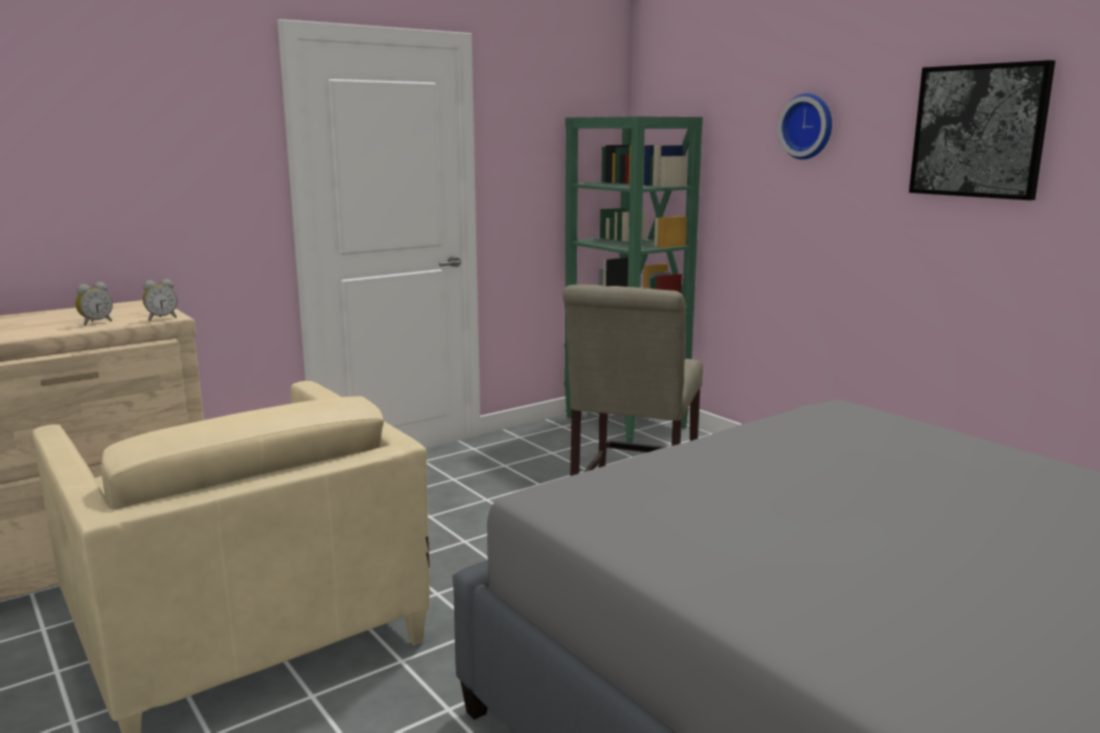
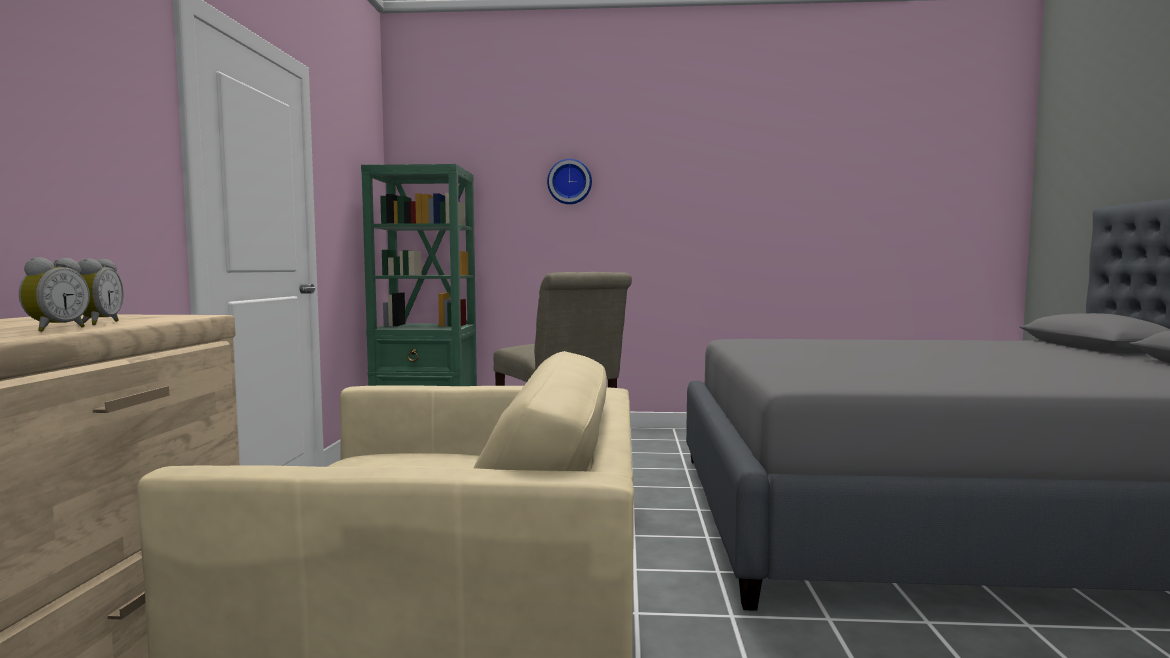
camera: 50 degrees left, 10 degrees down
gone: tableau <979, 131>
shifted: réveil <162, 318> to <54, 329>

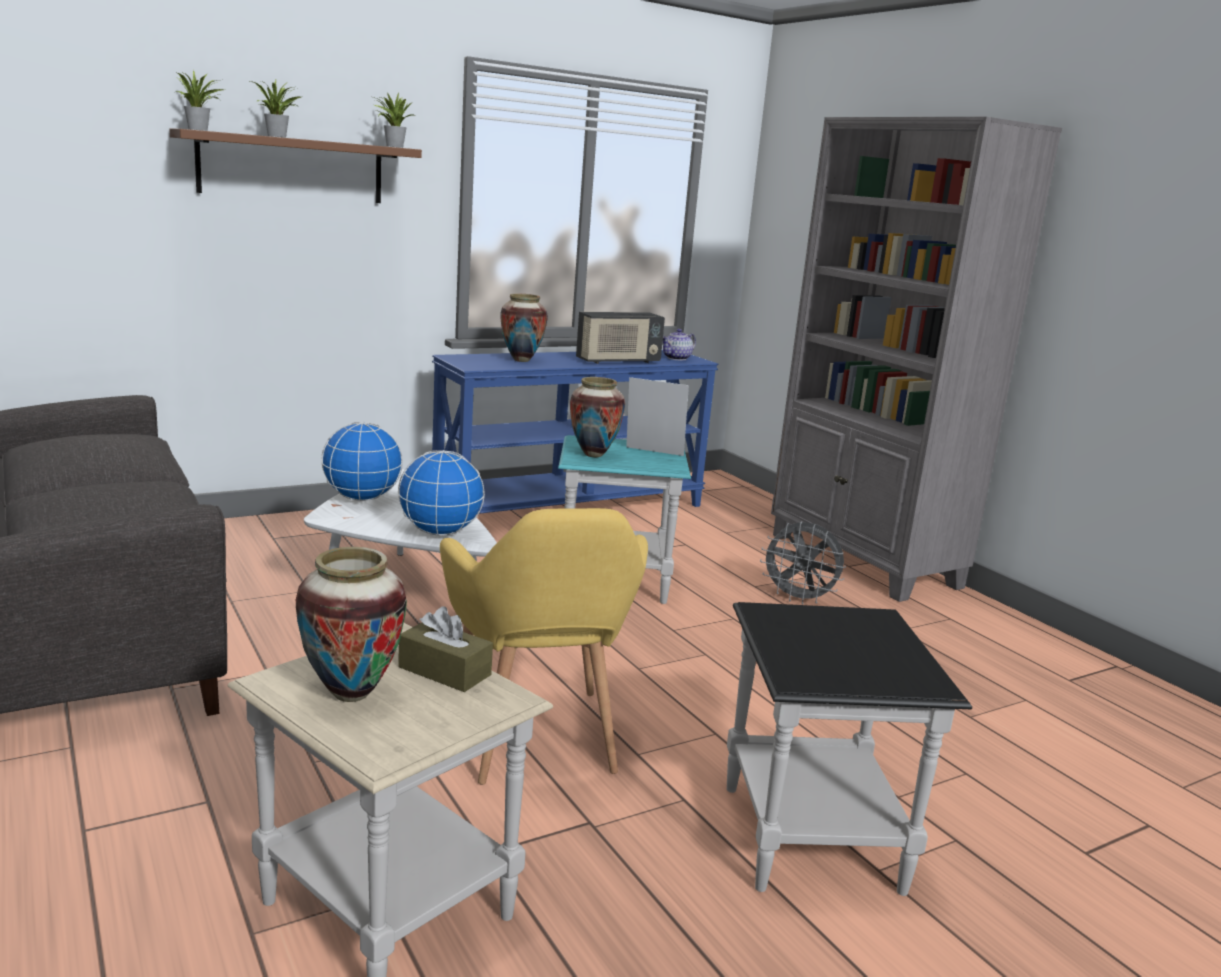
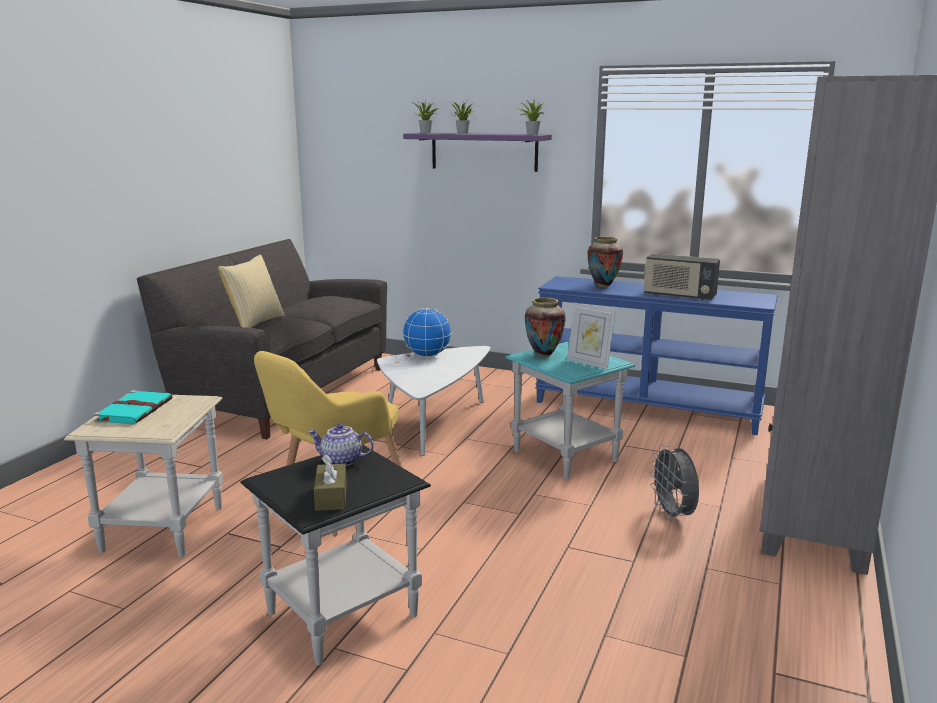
camera: 55 degrees right, 0 degrees up
gone: globe <440, 532>
new: coussin <254, 323>
shifted: boîte à mouchoirs (marron) <444, 671> to <331, 497>; théière <677, 358> to <341, 461>
swapped: vase <350, 693> to livre (turquoise) <135, 410>
repainted: étagère (marron) <291, 168> to étagère (violet) <484, 151>
rotated: cadre photo <653, 452> = <589, 363> 150 degrees clockwise

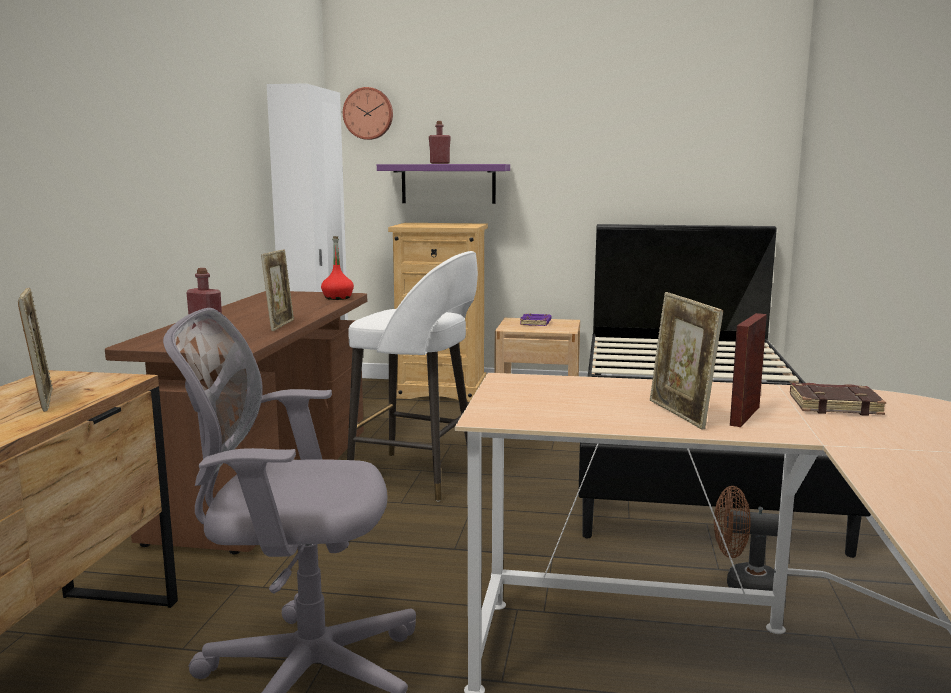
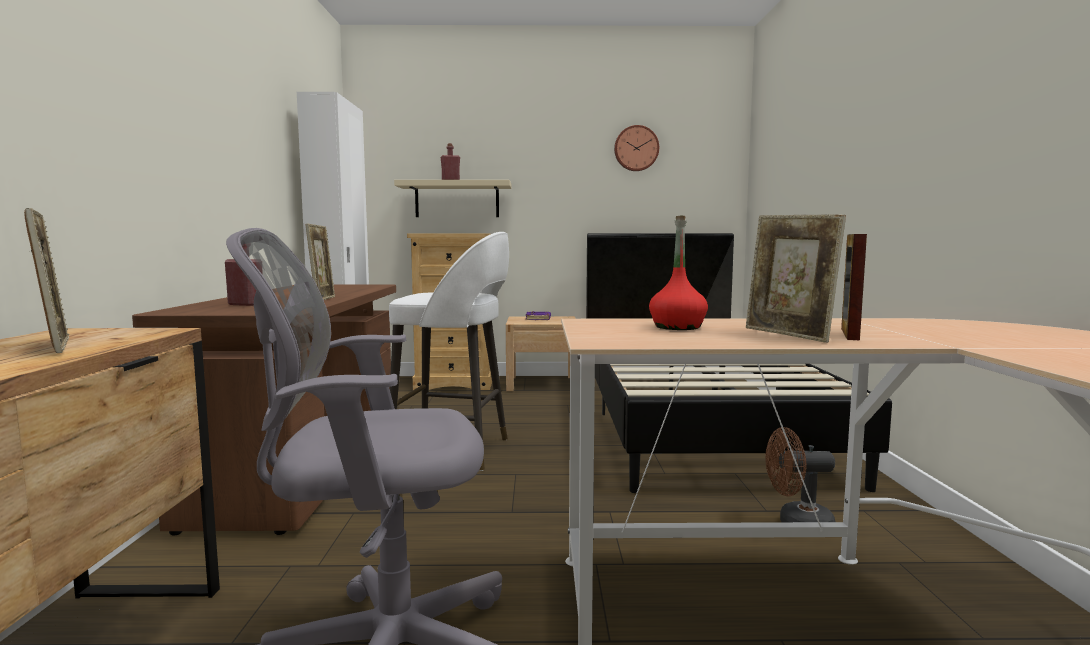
camera: 10 degrees left, 5 degrees down
gone: livre (marron) <835, 405>
shifted: bouteille (rouge) <337, 298> to <677, 327>; horloge murale <368, 113> to <636, 148>
repainted: étagère (violet) <448, 183> to étagère (beige) <457, 200>

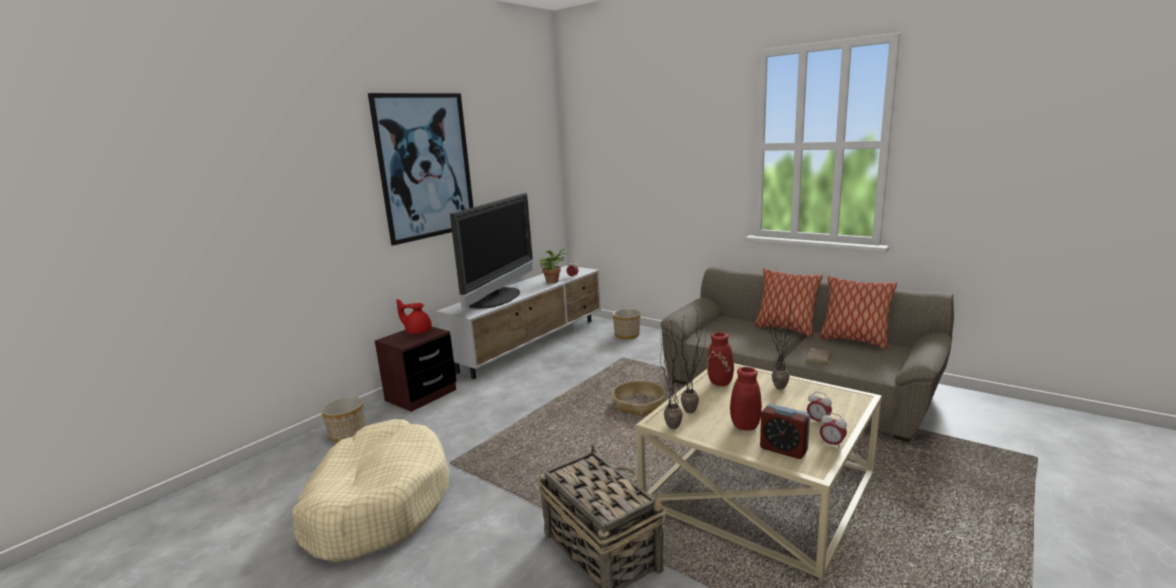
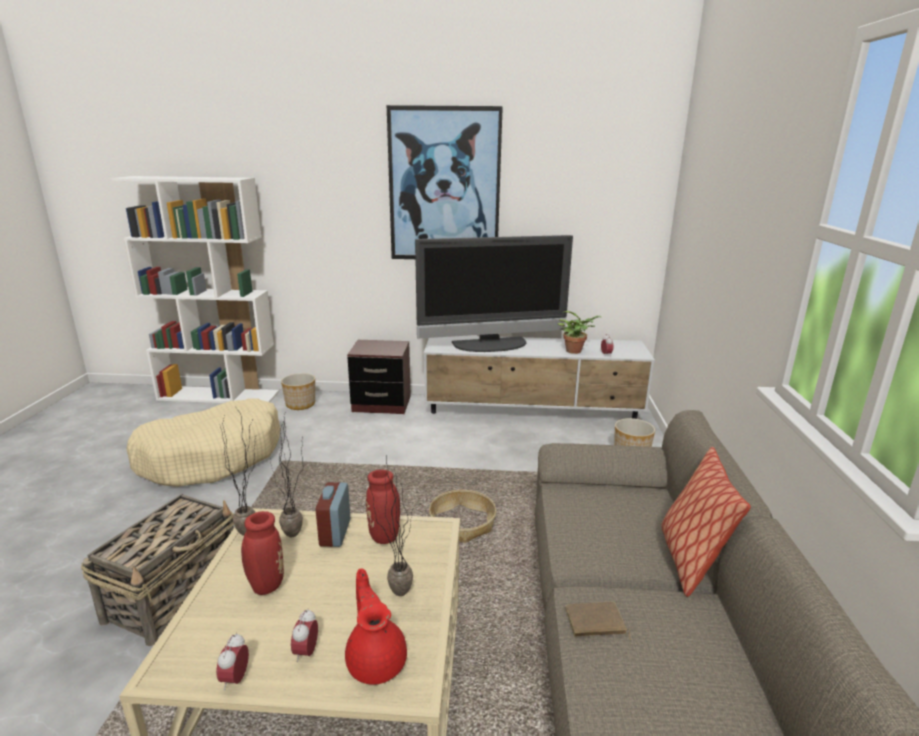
camera: 55 degrees right, 5 degrees up
gone: coussin <853, 340>
new: bibliothèque (blanc) <219, 395>
shifted: théière (rouge) <417, 331> to <376, 660>; réveil <783, 449> to <335, 533>

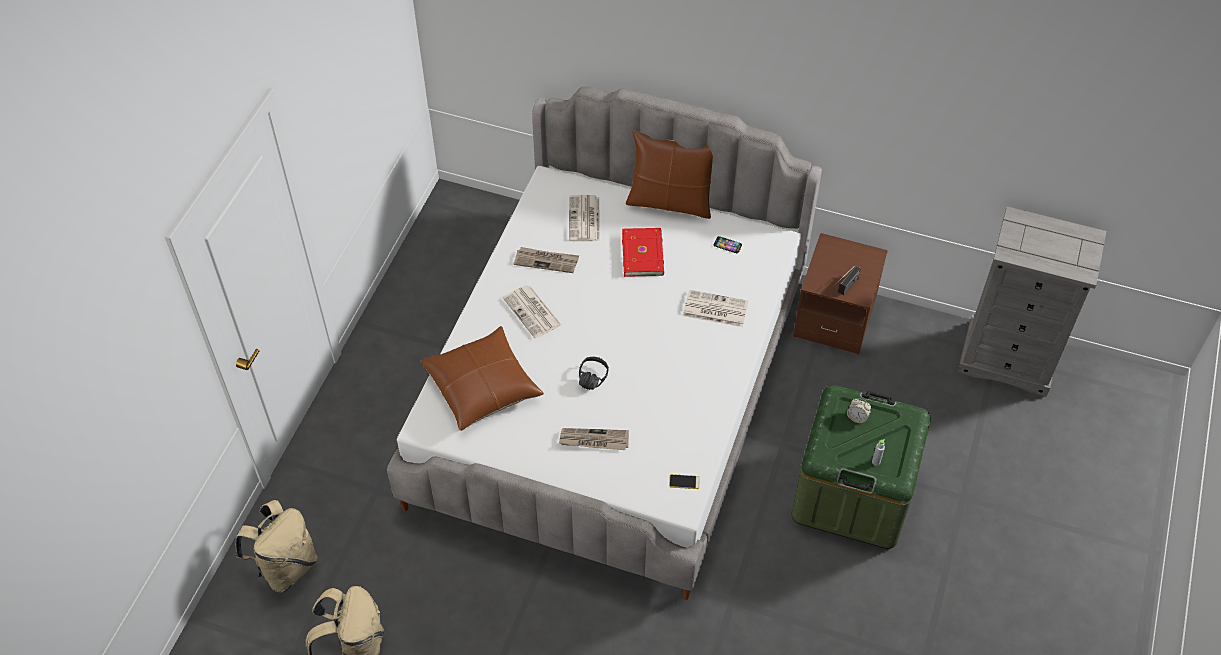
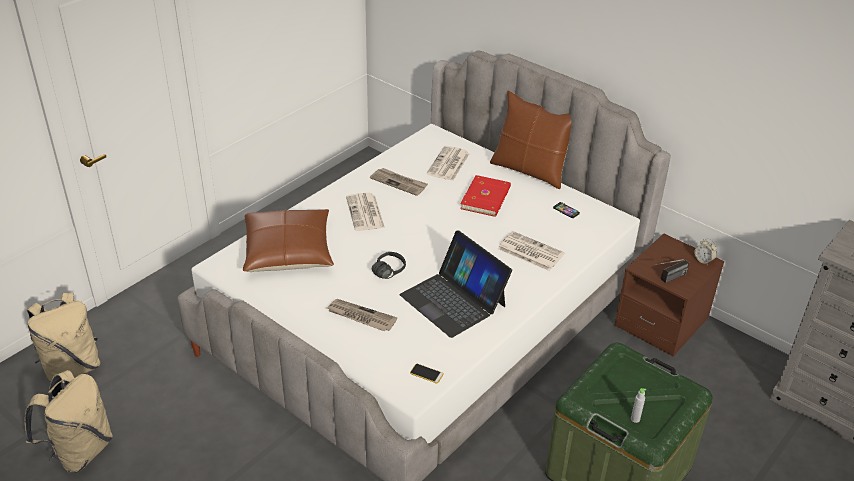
camera: 20 degrees right, 15 degrees down
new: ordinateur portable <453, 300>
shifted: réveil <857, 417> to <703, 260>

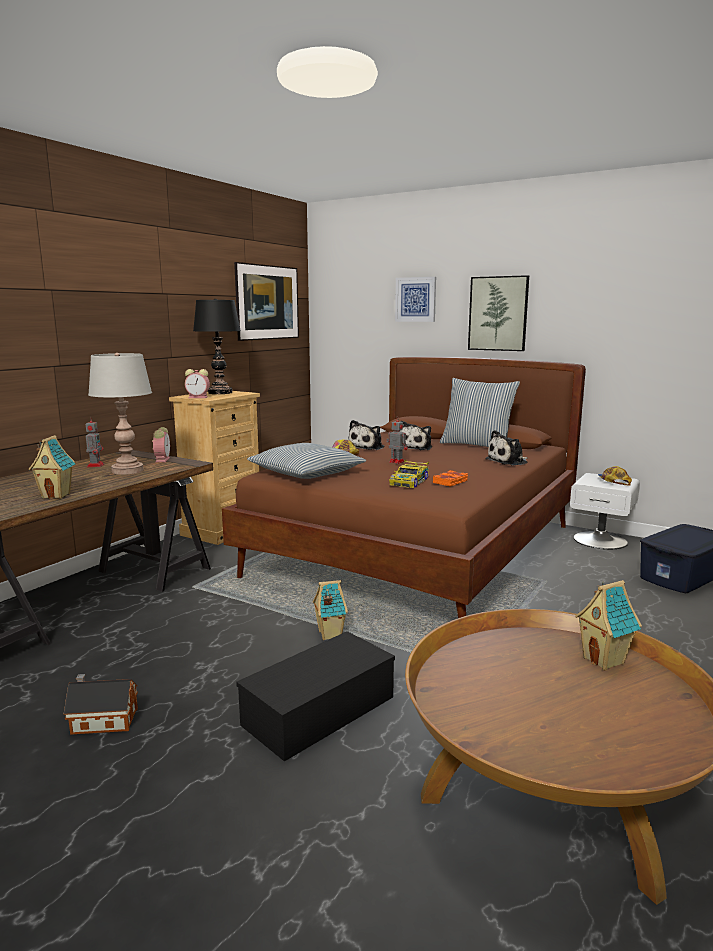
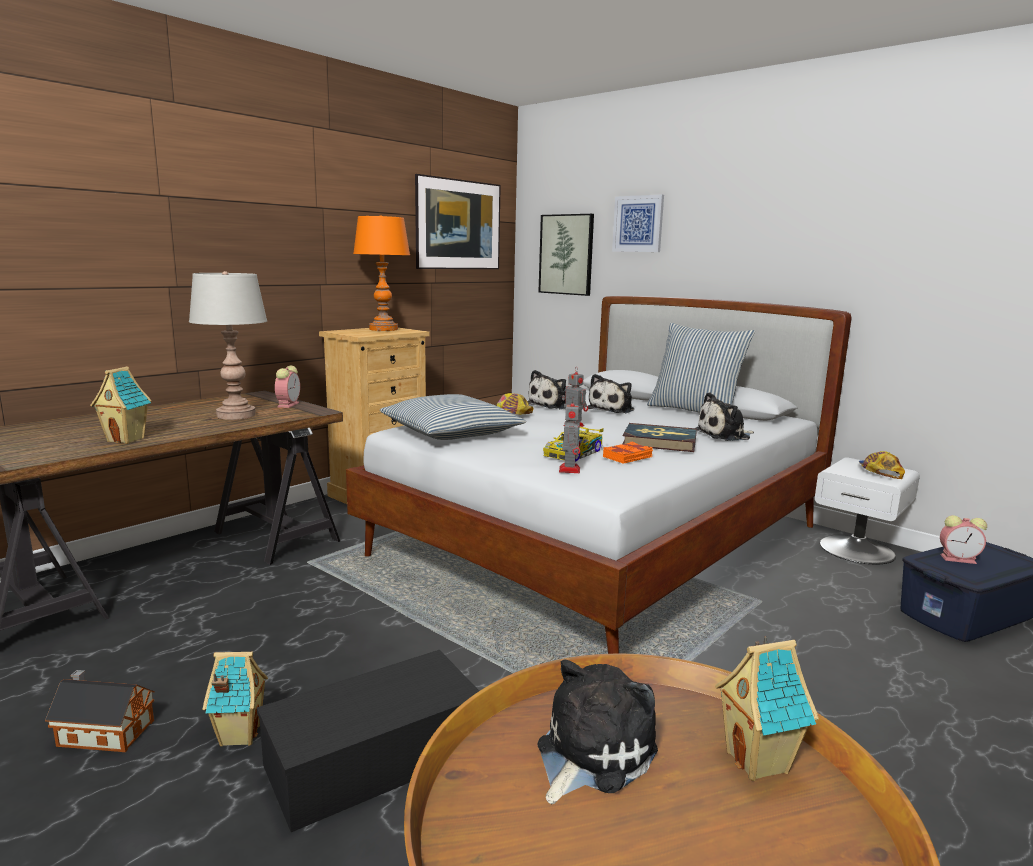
camera: 10 degrees right, 0 degrees up
new: peluche <590, 753>; livre <659, 441>
shifted: robot jouet <96, 465> to <569, 469>; réveil <199, 397> to <959, 559>; maison miniature <329, 634> to <239, 735>; tableau <498, 313> to <566, 254>
repainted: lampe de table (noir) <220, 392> to lampe de table (orange) <383, 329>; lit (marron) <419, 551> to lit (blanc) <605, 542>

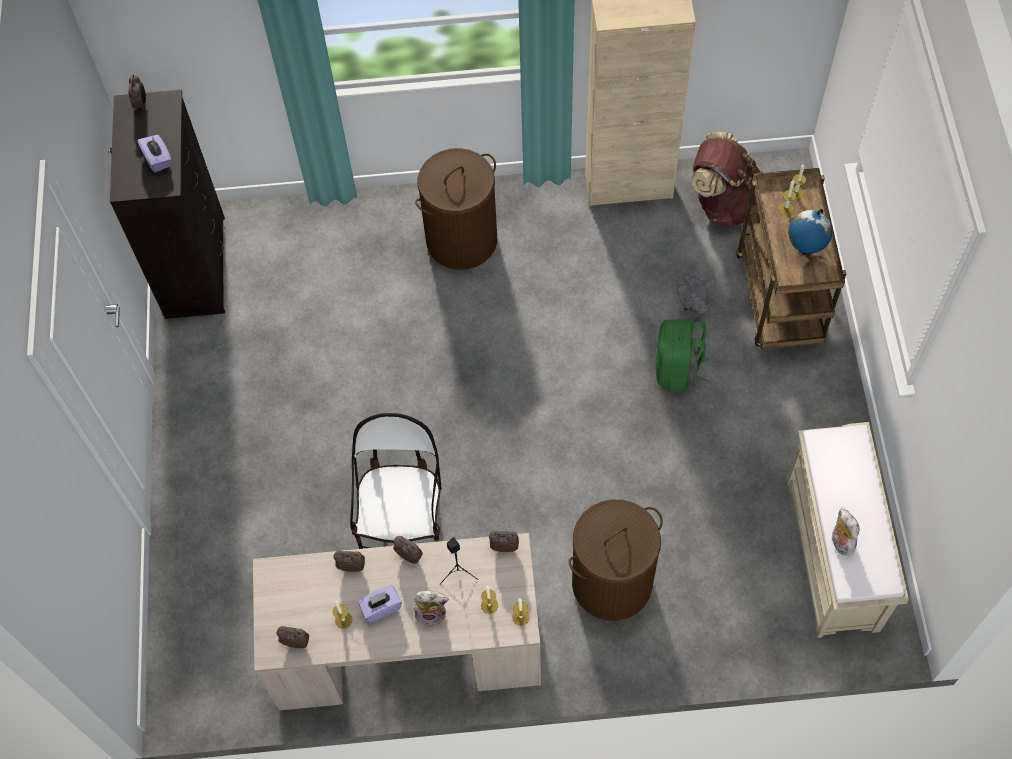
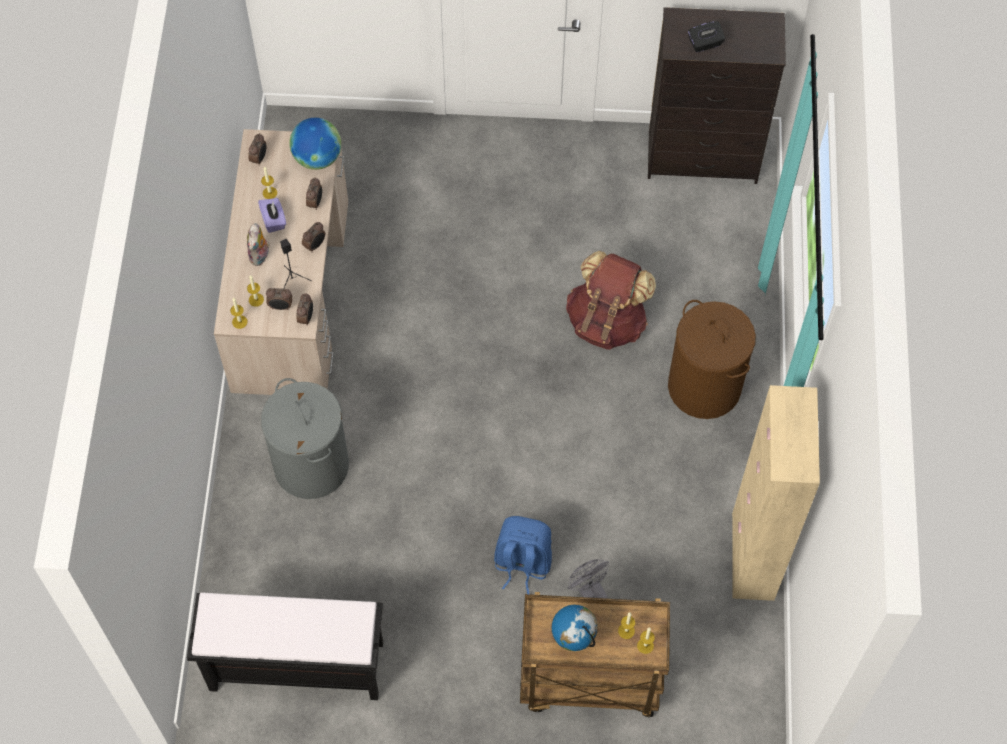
camera: 95 degrees right, 0 degrees up
gone: chaise <404, 526>; peluche <840, 542>
new: globe <317, 158>
shifted: réveil <141, 104> to <280, 307>; sac à dos (marron) <724, 202> to <607, 321>
repainted: boîte à mouchoirs (violet) <158, 159> to boîte à mouchoirs (noir) <705, 43>; panier à linge (marron) <612, 582> to panier à linge (gris) <311, 465>; sac à dos (vert) <677, 369> to sac à dos (bleu) <522, 563>; banc (beige) <833, 555> to banc (noir) <295, 667>

